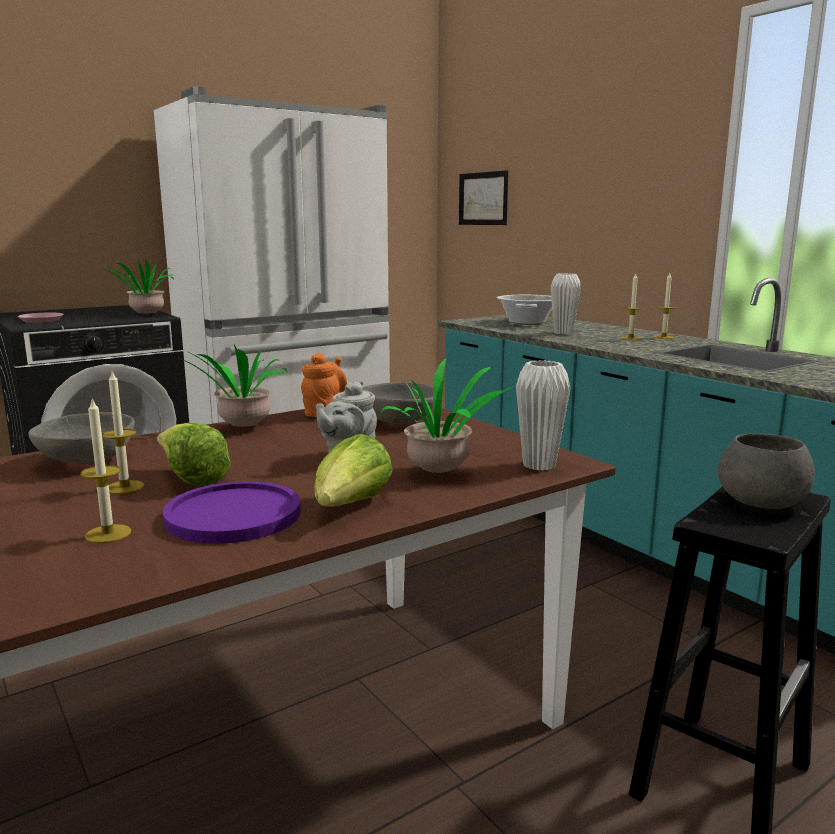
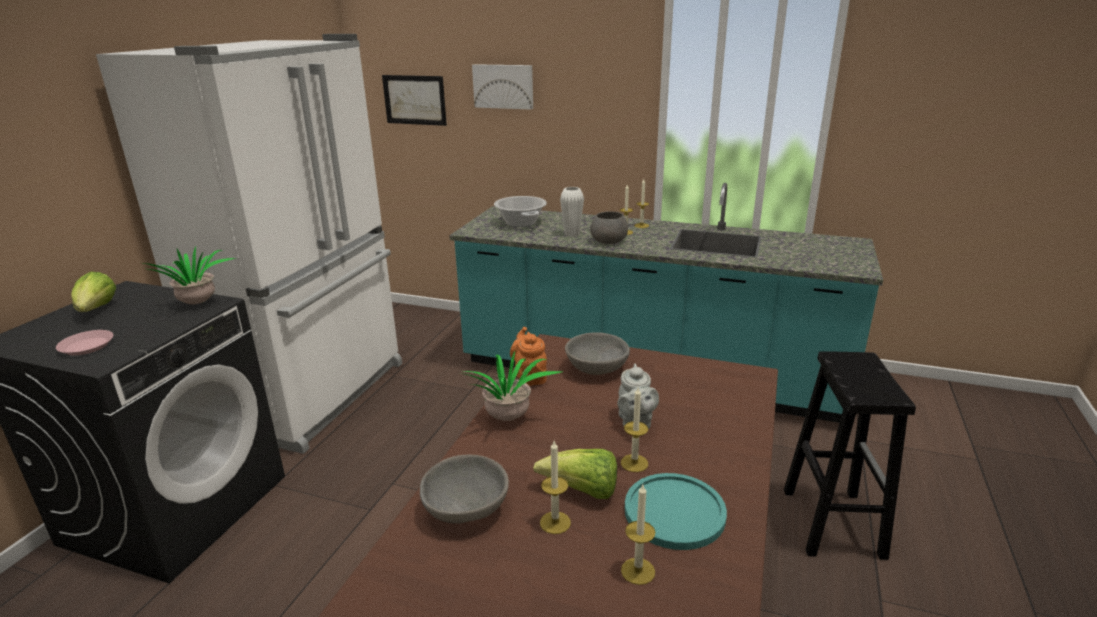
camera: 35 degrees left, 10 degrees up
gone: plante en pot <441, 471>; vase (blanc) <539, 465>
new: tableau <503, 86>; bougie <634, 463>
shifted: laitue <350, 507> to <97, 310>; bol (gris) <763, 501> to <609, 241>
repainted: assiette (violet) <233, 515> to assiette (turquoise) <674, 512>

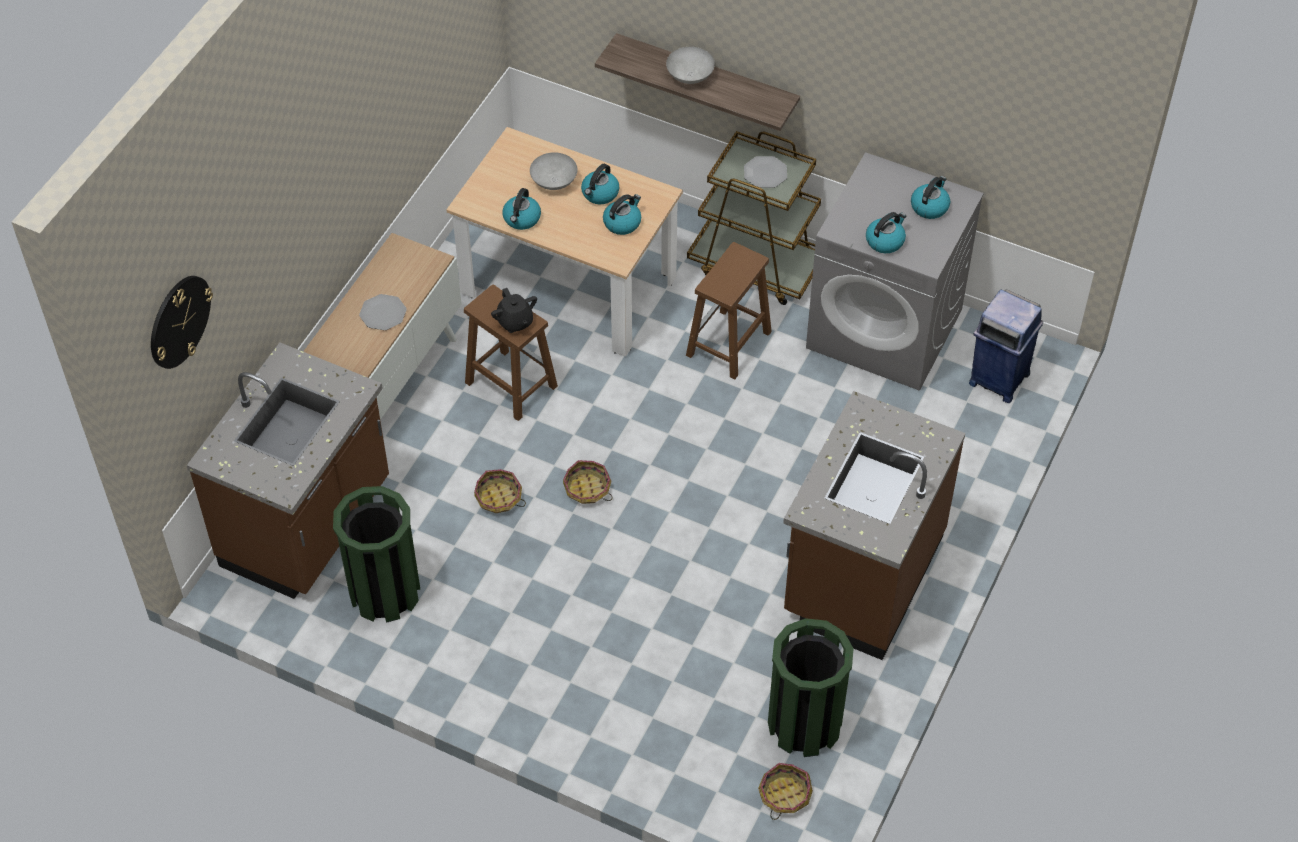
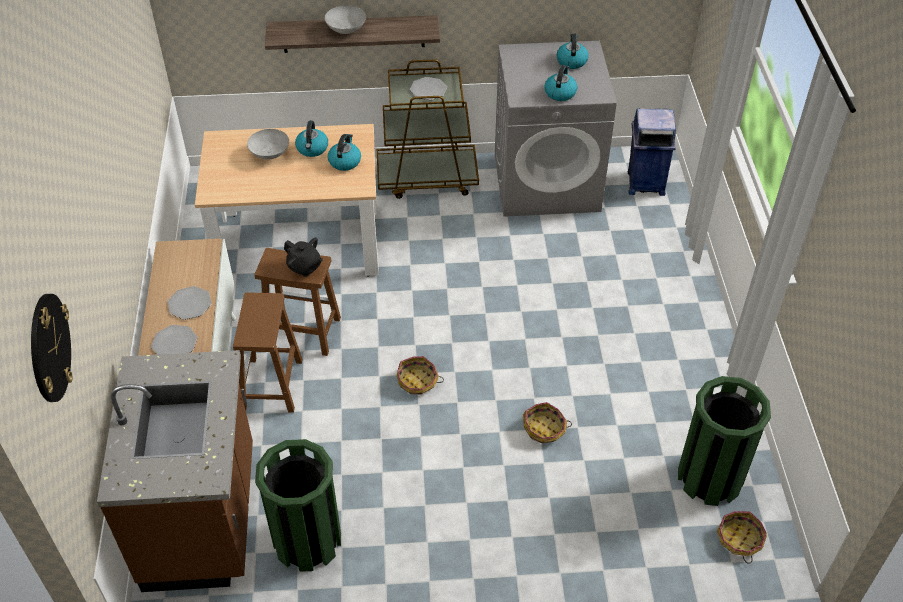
camera: 30 degrees left, 5 degrees down
gone: bouilloire <522, 219>; comptoir de cuisine (marron) <861, 576>
new: assiette <174, 343>
shifted: panier <499, 498> to <544, 429>; tabouret (marron) <728, 345> to <272, 386>

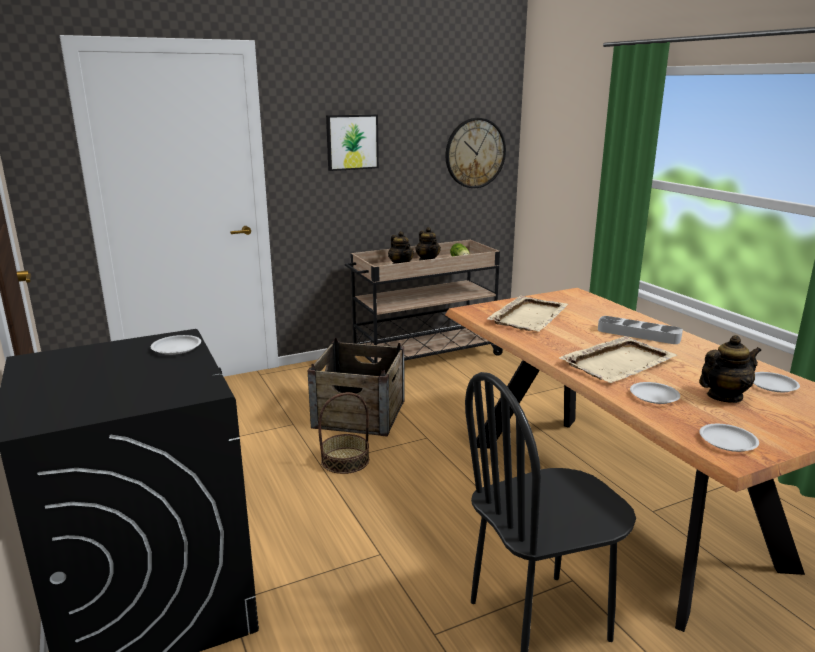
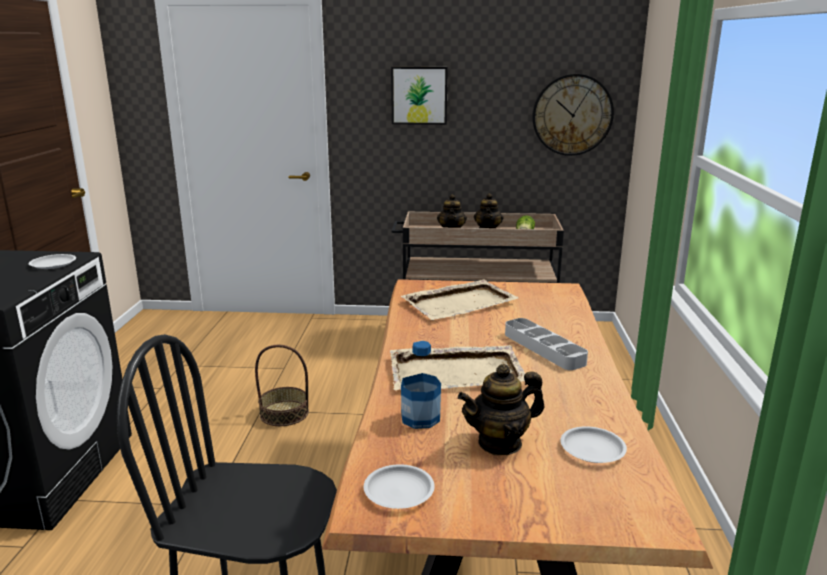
camera: 30 degrees right, 0 degrees up
gone: caisse <359, 414>
swapped: assiette (blanc) <654, 396> to bouteille <420, 418>
rotated: théière <724, 396> = <500, 443> 150 degrees clockwise

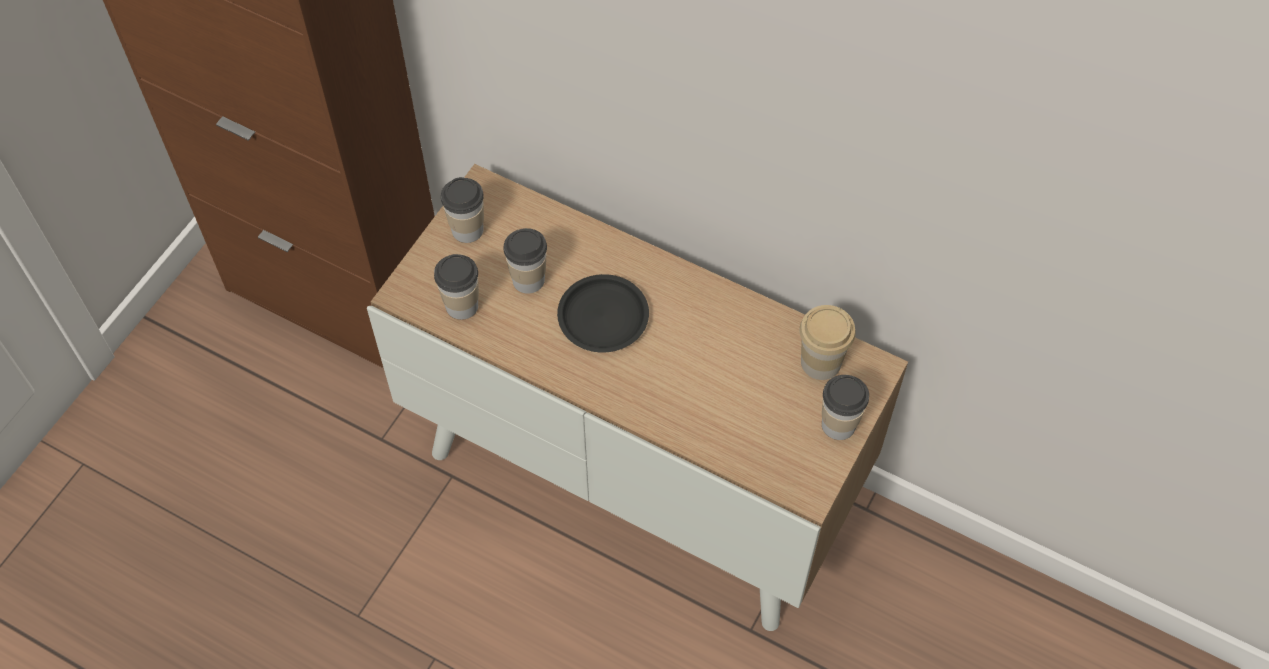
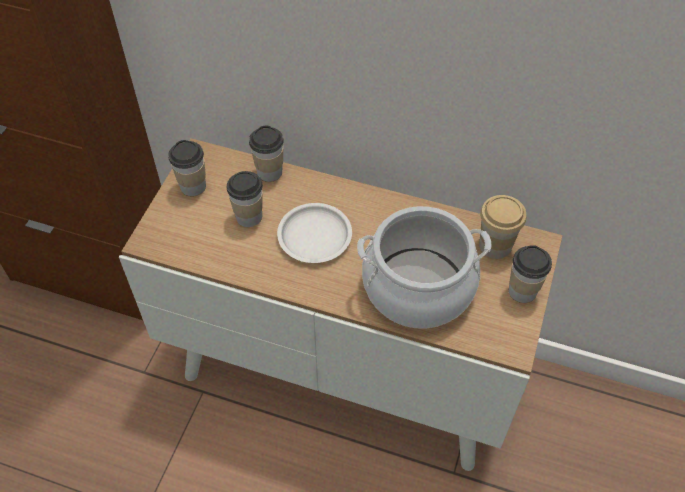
camera: 10 degrees left, 5 degrees down
new: marmite <418, 287>
shifted: tasse <462, 306> to <269, 172>
repainted: assiette (noir) <604, 317> to assiette (blanc) <315, 236>

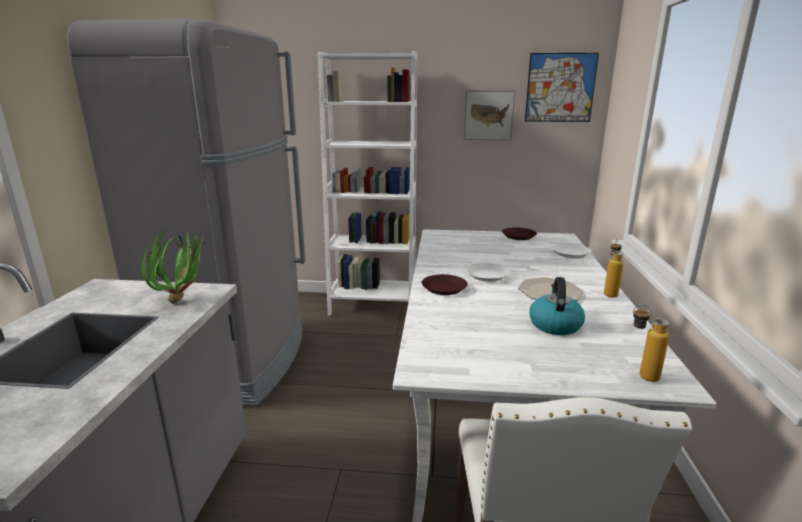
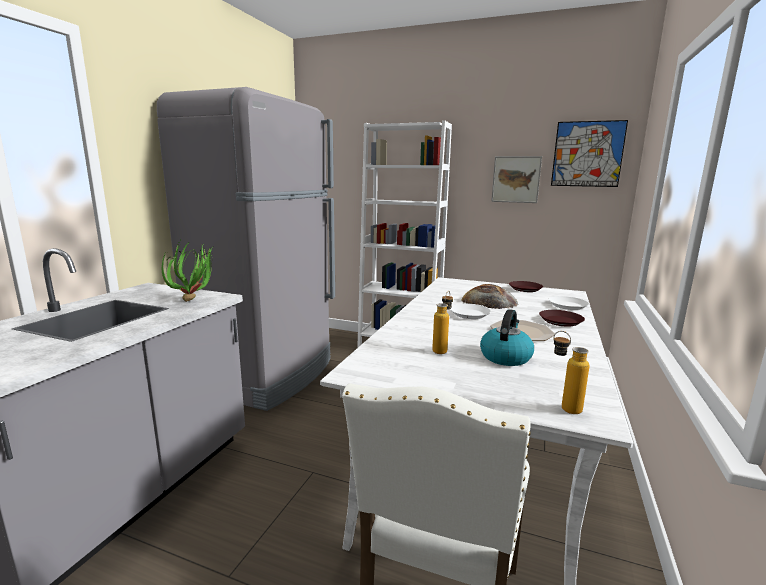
camera: 15 degrees right, 5 degrees down
new: pain <489, 301>
shifted: assiette (marron) <444, 288> to <561, 321>; bouteille <609, 293> to <442, 349>

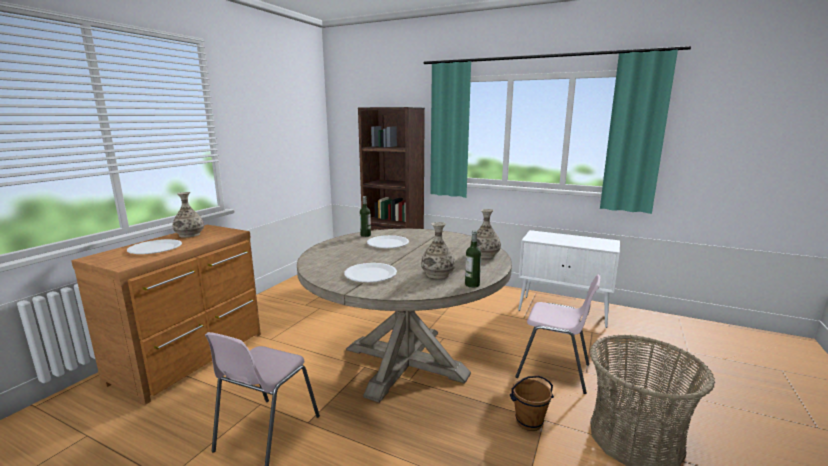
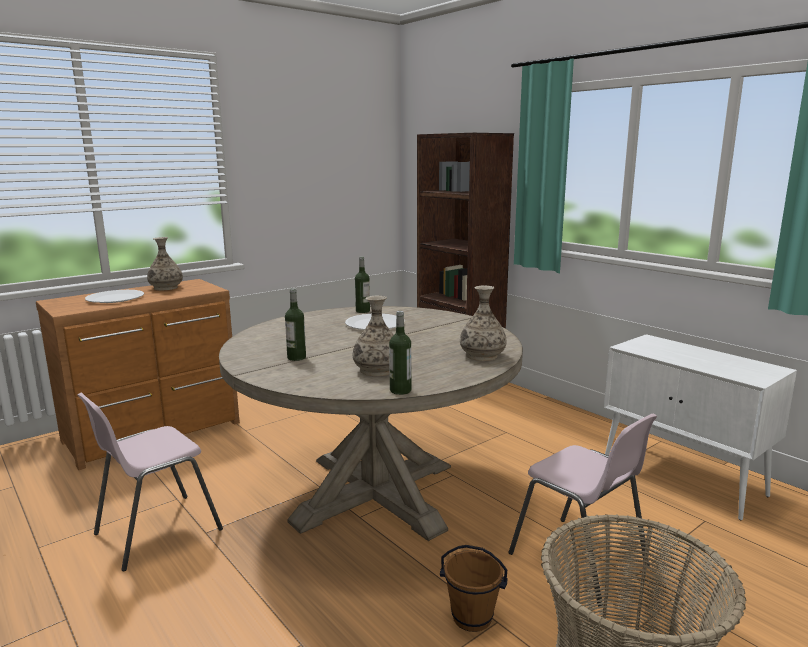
camera: 25 degrees right, 0 degrees up
swapped: assiette (blanc) <370, 274> to bouteille <296, 358>

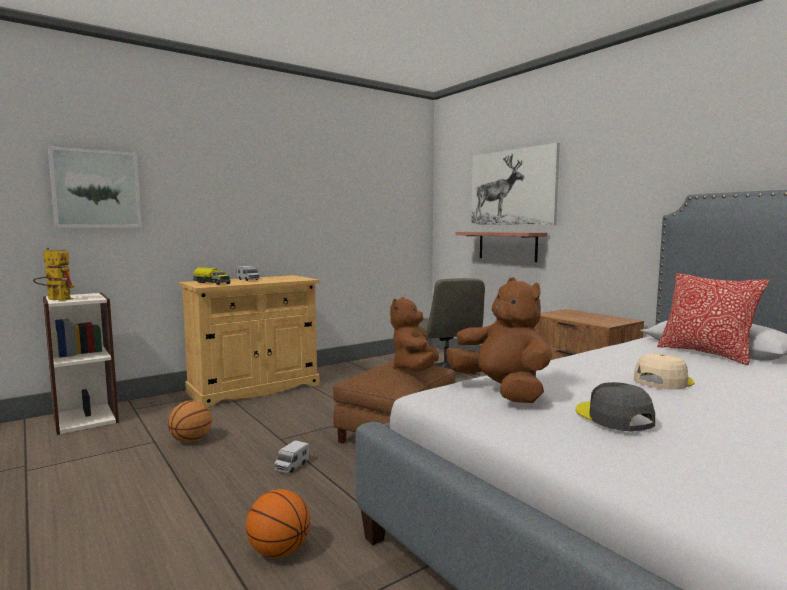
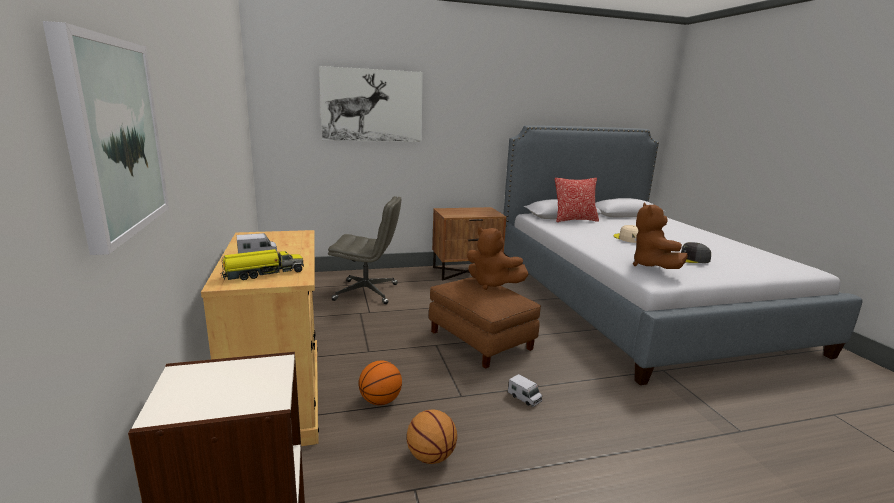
camera: 70 degrees left, 10 degrees up
gone: robot jouet <54, 299>; étagère <507, 246>
shifted: ballon de basket <279, 551> to <380, 401>
rotated: peluche (marron) <501, 391> = <652, 266> 75 degrees counterclockwise

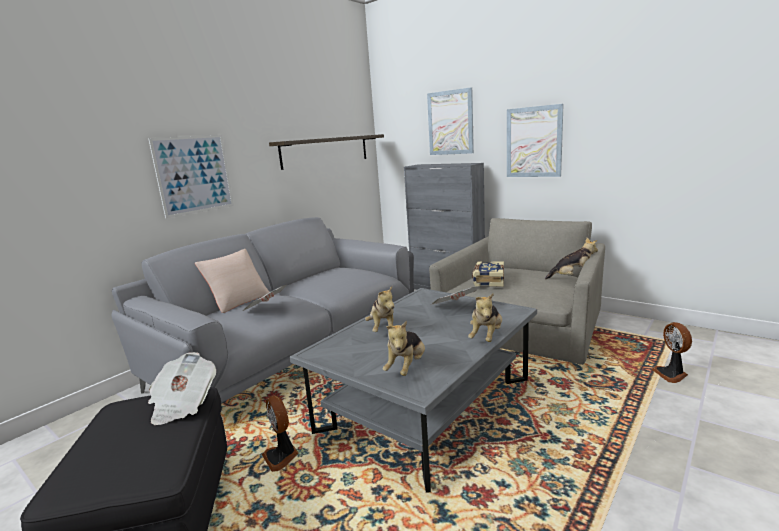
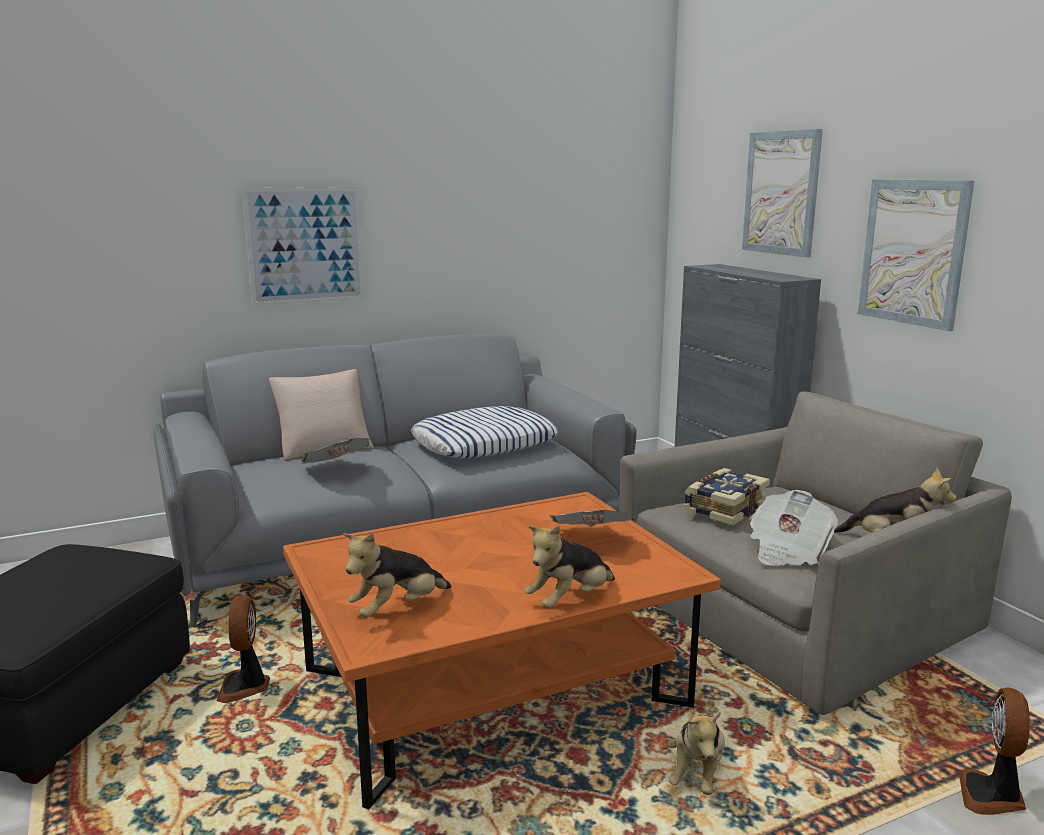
camera: 25 degrees right, 0 degrees up
gone: étagère <326, 151>
new: coussin <484, 443>
shifted: journal <183, 404> to <787, 551>; peluche <382, 329> to <697, 773>
repainted: table basse (gris) <426, 404> to table basse (orange) <494, 687>

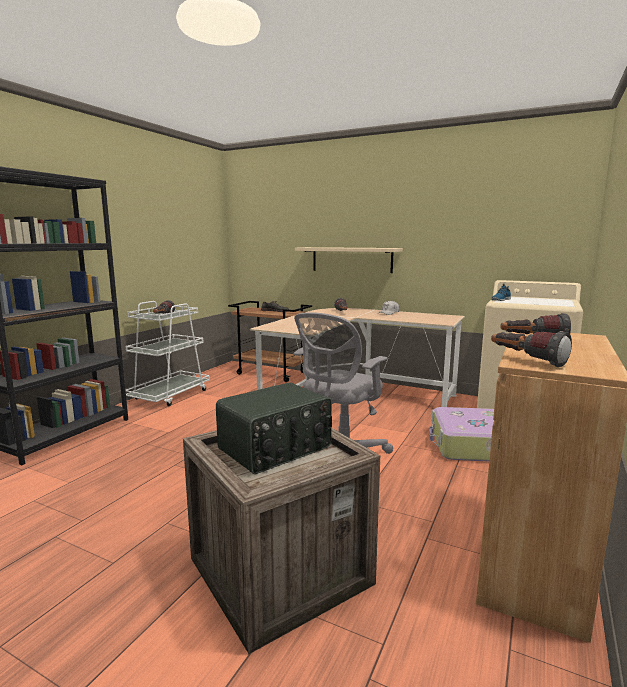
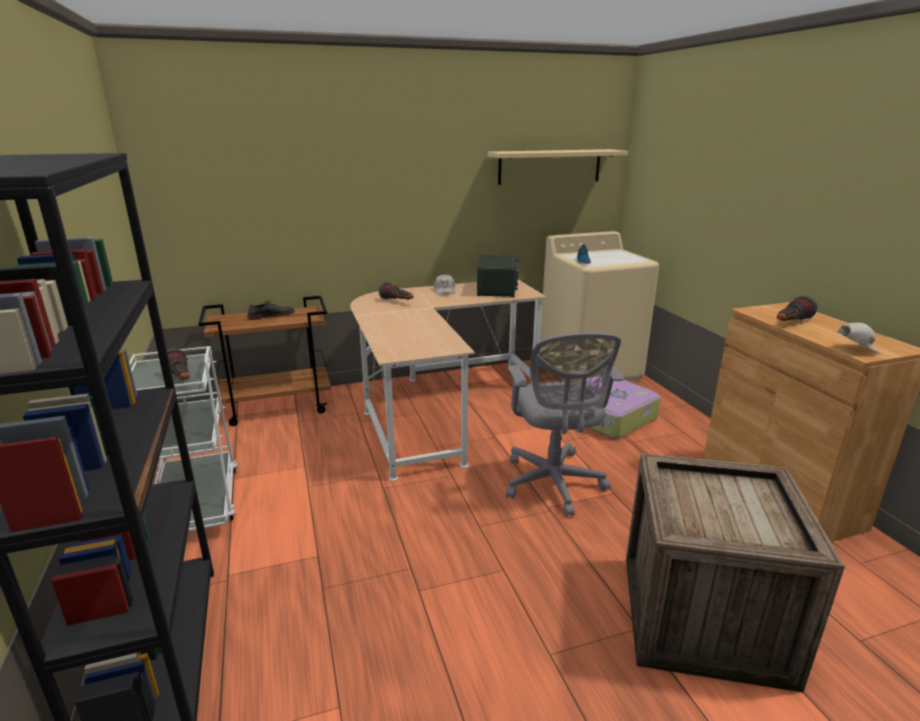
camera: 45 degrees left, 10 degrees up
shifted: radio <276, 449> to <497, 289>; étagère (beige) <351, 259> to <550, 166>
swapped: lampe de poche <526, 360> to casquette (blanc) <854, 349>

